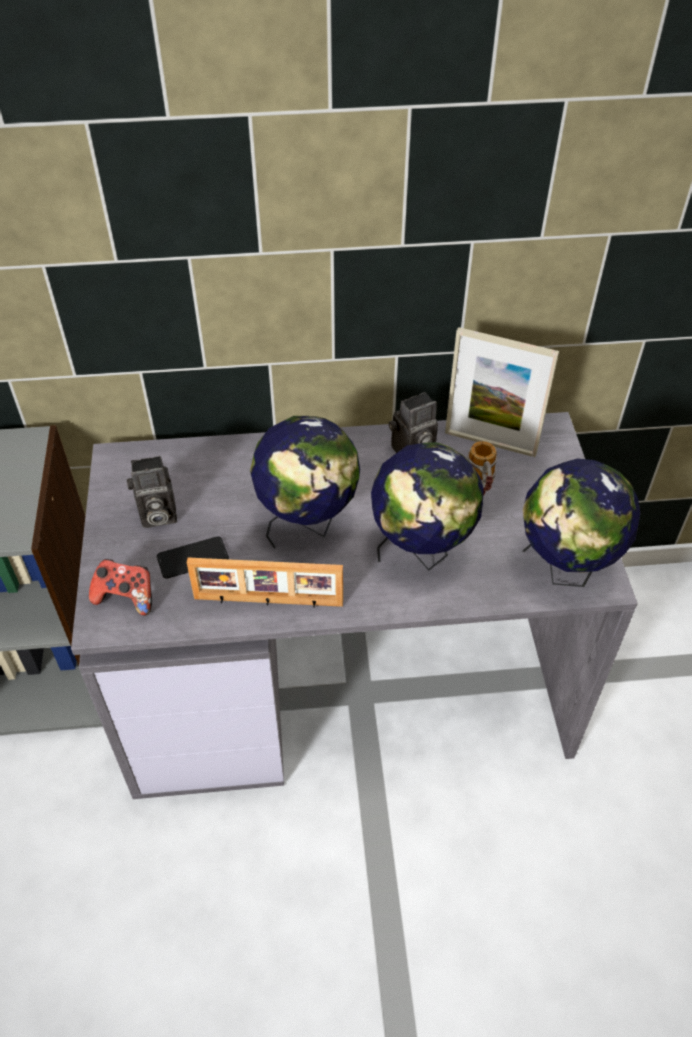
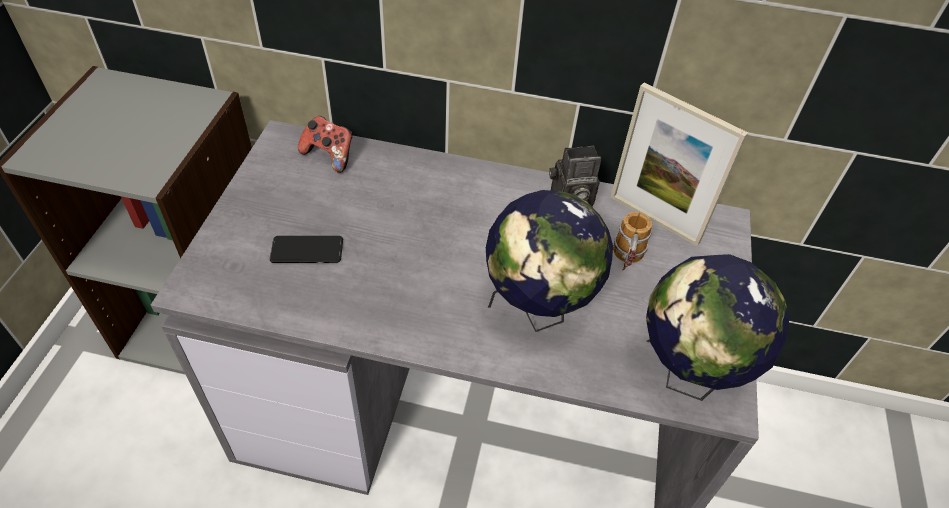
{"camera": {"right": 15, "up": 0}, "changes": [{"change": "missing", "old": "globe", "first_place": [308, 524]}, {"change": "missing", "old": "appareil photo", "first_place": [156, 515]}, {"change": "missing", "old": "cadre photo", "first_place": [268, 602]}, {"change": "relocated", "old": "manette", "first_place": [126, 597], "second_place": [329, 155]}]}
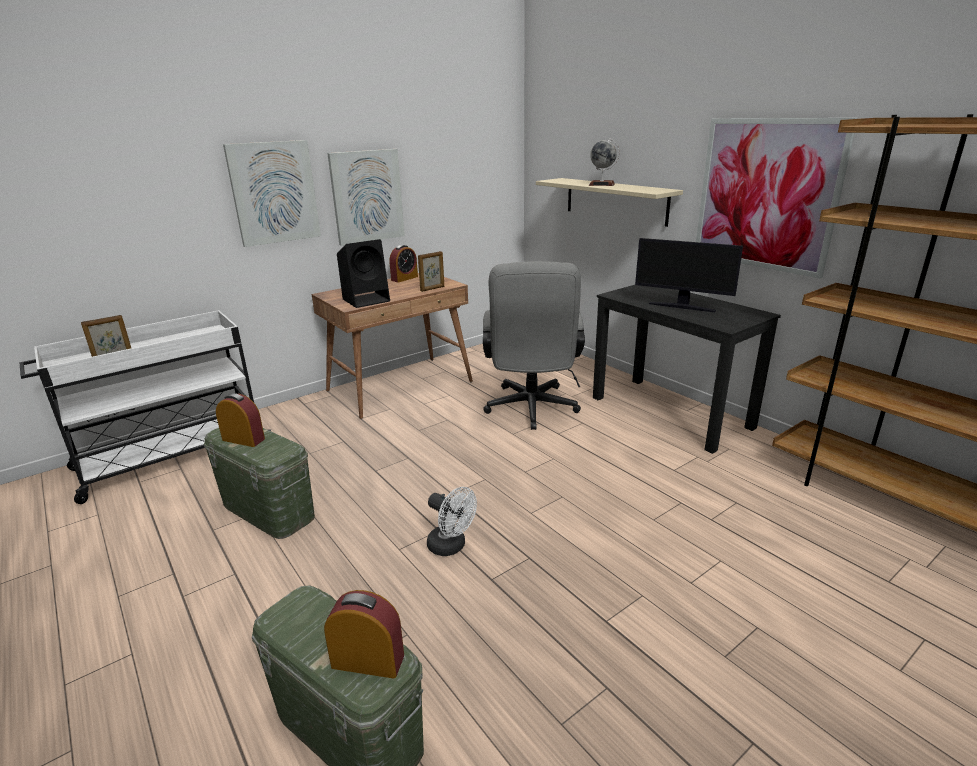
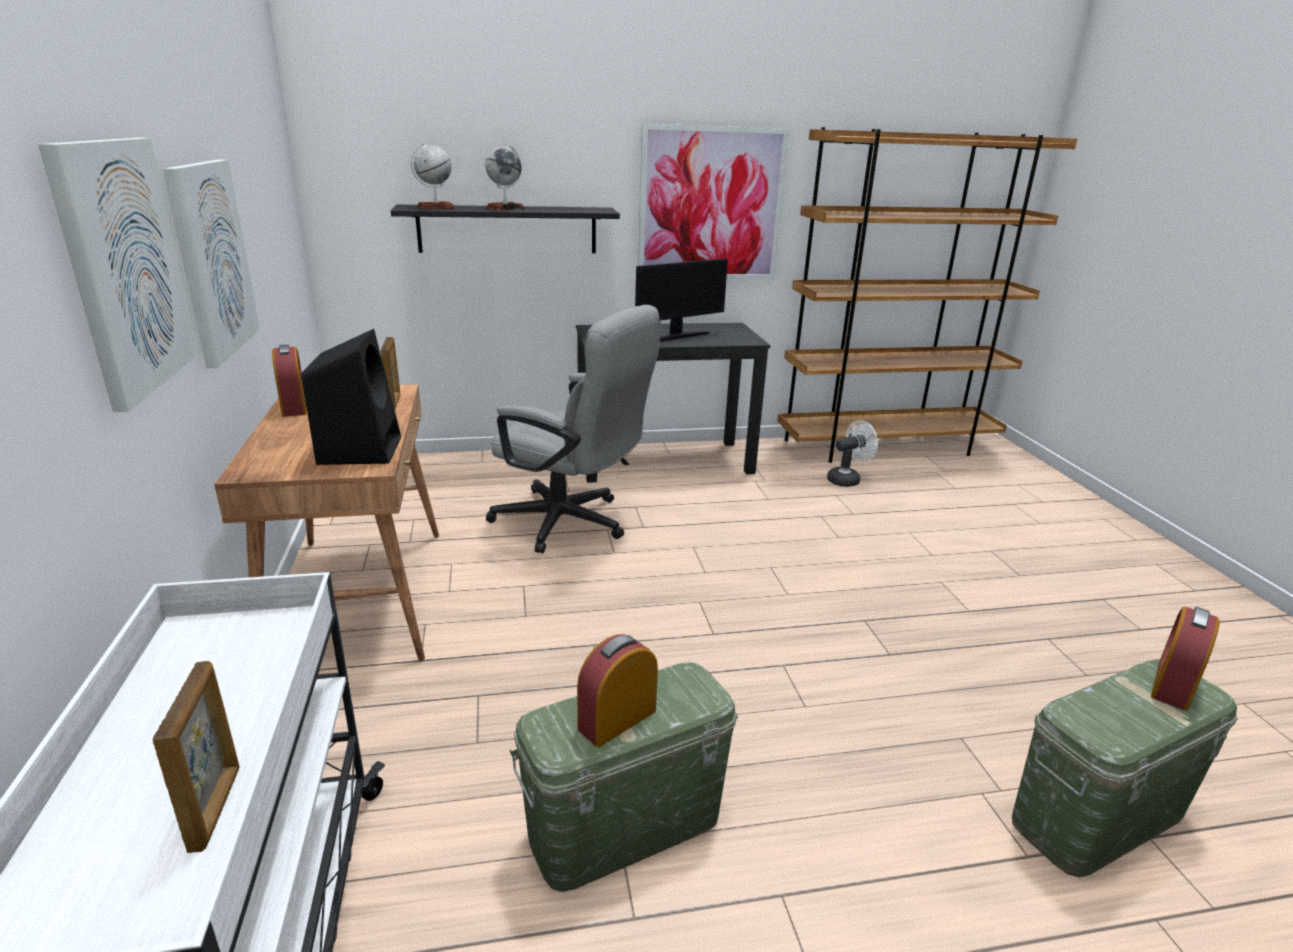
{"camera": {"right": -65, "up": 0}, "changes": [{"change": "colour", "old": "étagère/beige", "new": "étagère/noir", "first_place": [615, 200], "second_place": [508, 229]}, {"change": "relocated", "old": "ventilateur/blanc", "first_place": [451, 546], "second_place": [847, 479]}, {"change": "appeared", "new": "globe", "second_place": [435, 207]}]}
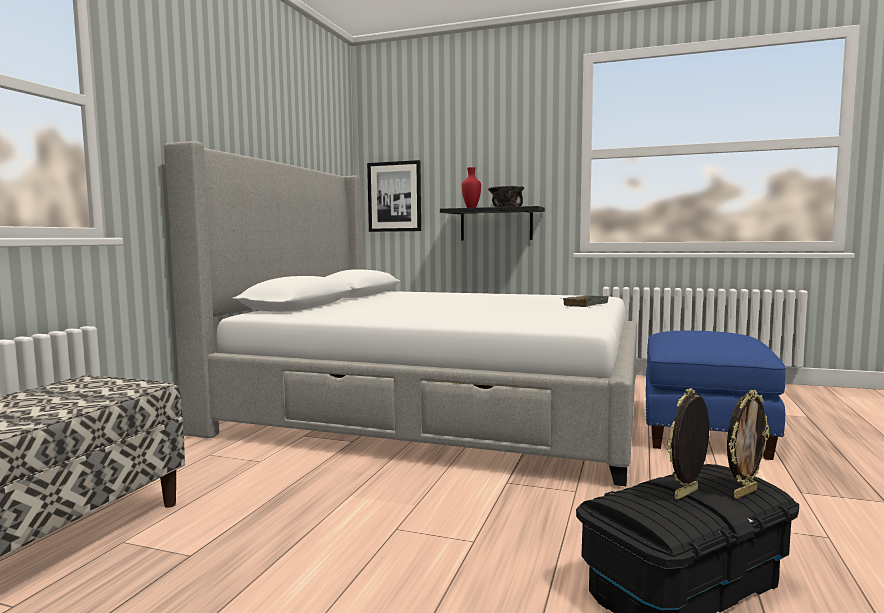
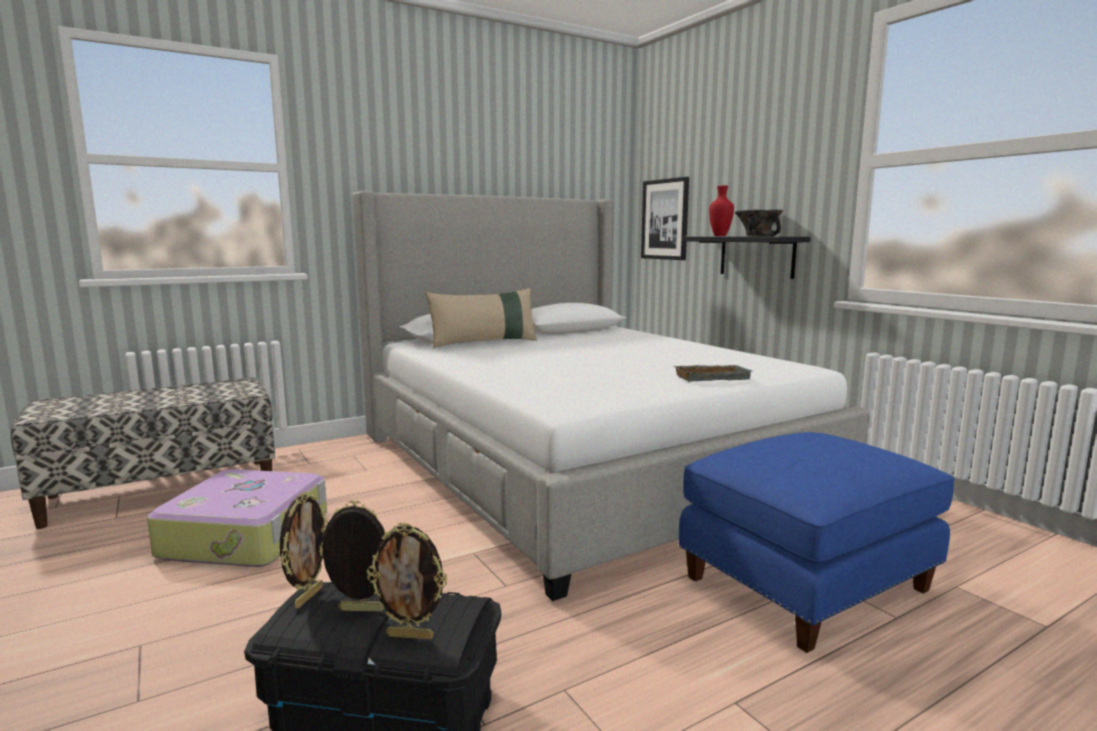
{"camera": {"right": 40, "up": 5}, "changes": [{"change": "appeared", "new": "coussin/beige", "second_place": [484, 343]}, {"change": "appeared", "new": "valise", "second_place": [249, 535]}, {"change": "appeared", "new": "cadre photo", "second_place": [308, 597]}]}
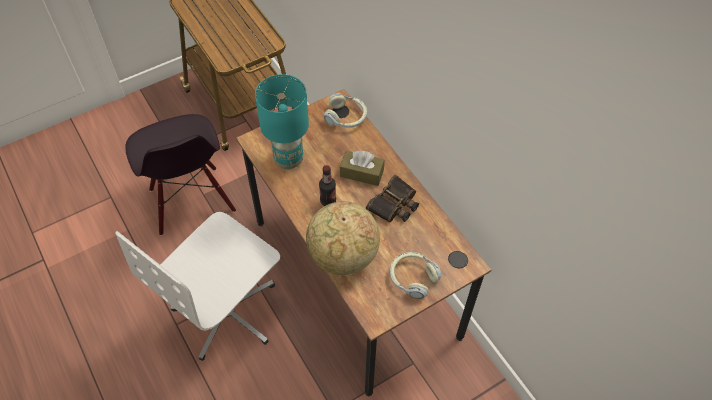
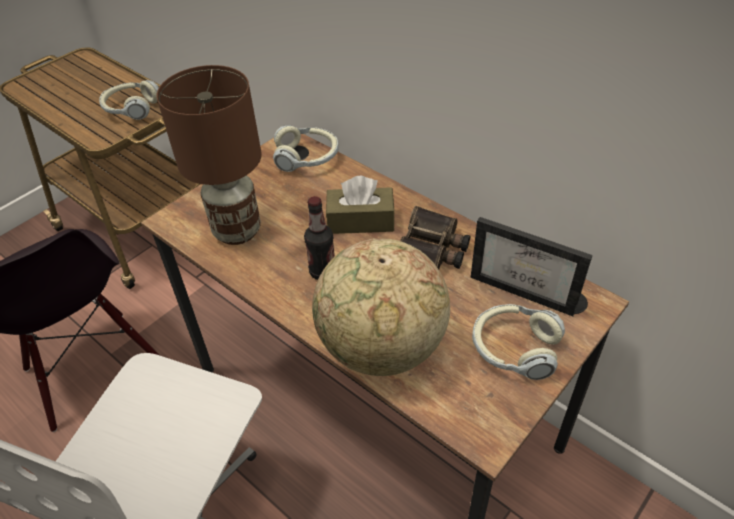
{"camera": {"right": -15, "up": -10}, "changes": [{"change": "colour", "old": "lampe de table/turquoise", "new": "lampe de table/marron", "first_place": [289, 159], "second_place": [238, 230]}, {"change": "appeared", "new": "casque audio", "second_place": [131, 108]}, {"change": "appeared", "new": "cadre photo", "second_place": [527, 288]}]}
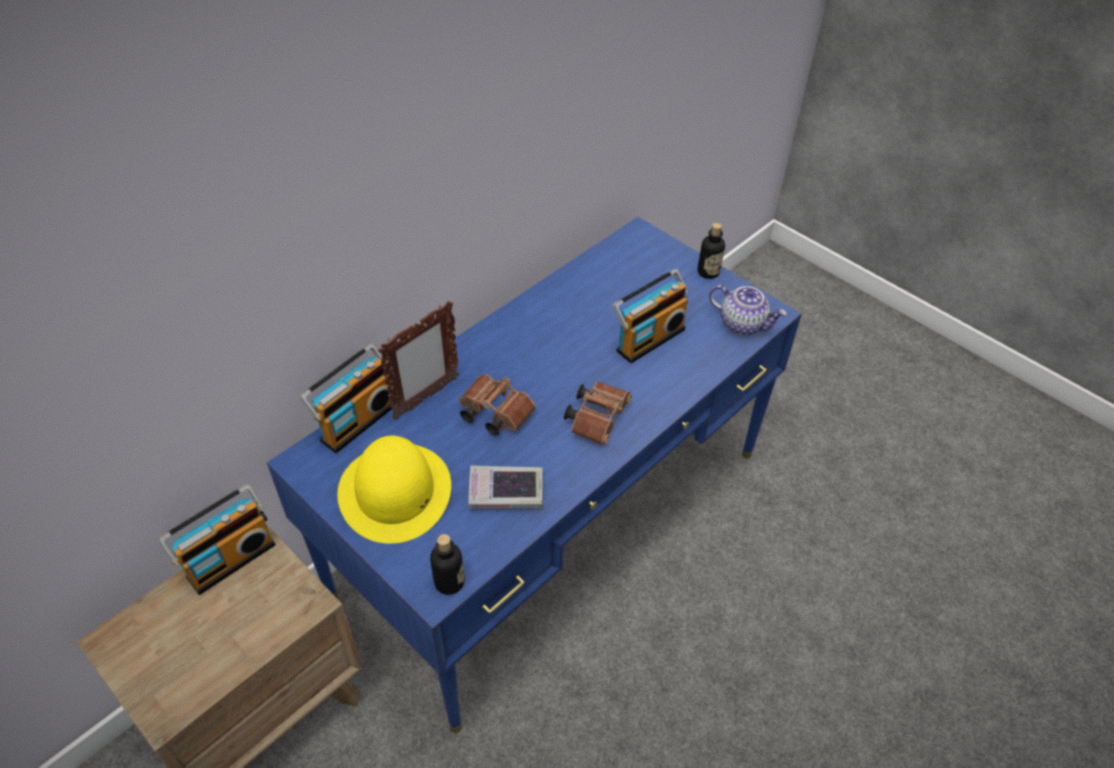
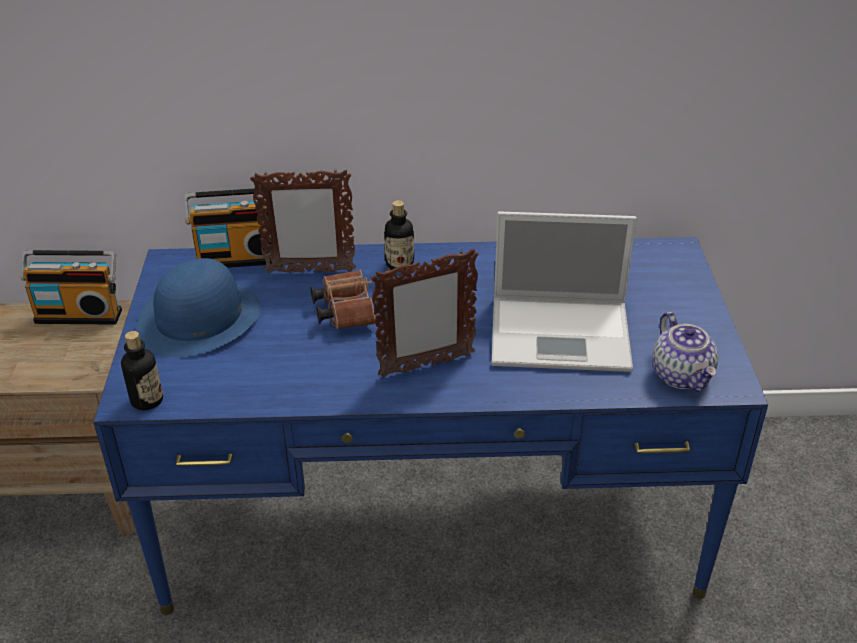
{"camera": {"right": 45, "up": -10}, "changes": [{"change": "relocated", "old": "bouteille", "first_place": [708, 272], "second_place": [399, 264]}, {"change": "exchanged", "old": "radio", "new": "ordinateur portable", "first_place": [648, 338], "second_place": [563, 334]}, {"change": "exchanged", "old": "jumelles/marron", "new": "cadre photo", "first_place": [598, 418], "second_place": [425, 365]}, {"change": "colour", "old": "chapeau/jaune", "new": "chapeau/bleu", "first_place": [395, 491], "second_place": [199, 318]}, {"change": "missing", "old": "livre", "first_place": [506, 492]}]}
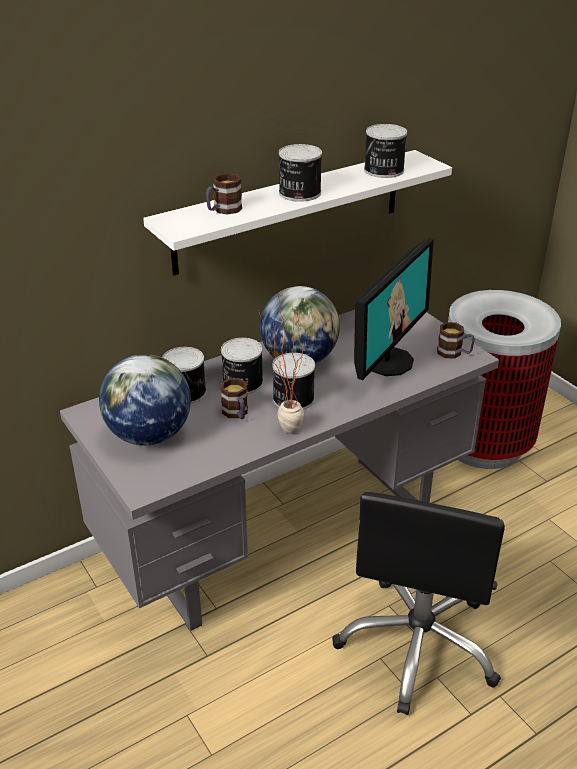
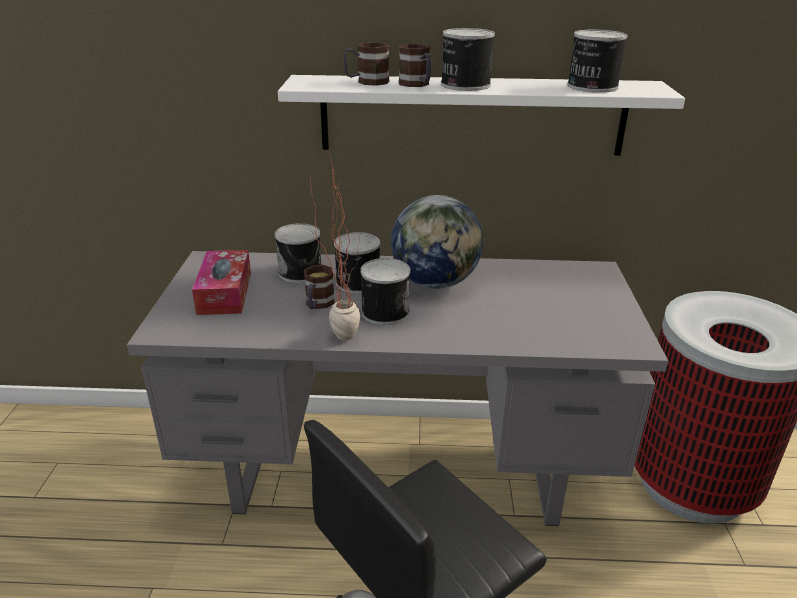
{"camera": {"right": 35, "up": -5}, "changes": [{"change": "missing", "old": "écran d'ordinateur", "first_place": [388, 361]}, {"change": "relocated", "old": "mug", "first_place": [454, 353], "second_place": [417, 85]}, {"change": "exchanged", "old": "globe", "new": "boîte à mouchoirs", "first_place": [149, 435], "second_place": [225, 293]}]}
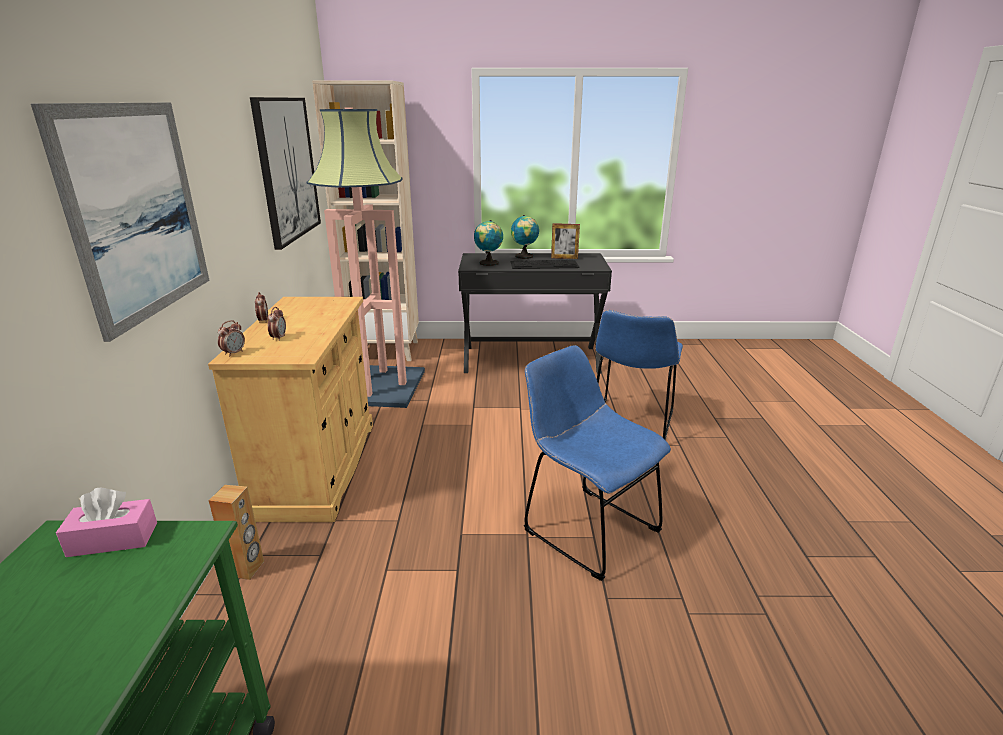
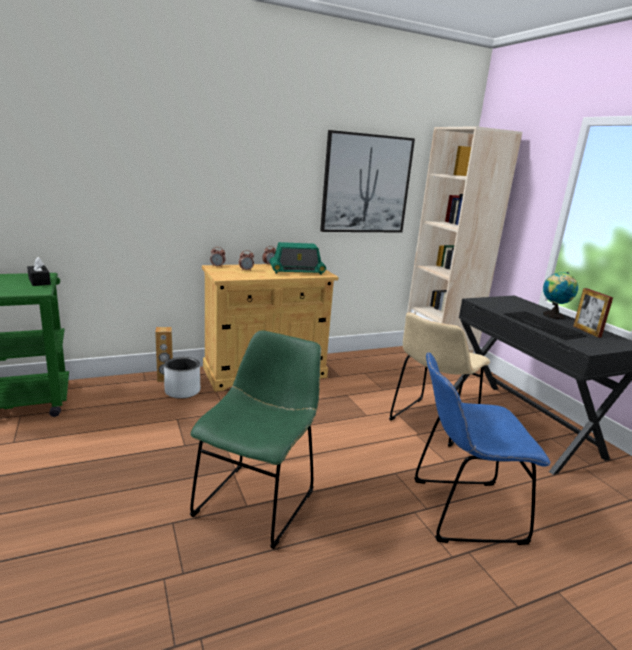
{"camera": {"right": 65, "up": -5}, "changes": [{"change": "missing", "old": "tableau", "first_place": [137, 212]}, {"change": "missing", "old": "lampadaire", "first_place": [375, 386]}, {"change": "missing", "old": "globe", "first_place": [488, 263]}, {"change": "colour", "old": "chaise/bleu", "new": "chaise/vert", "first_place": [586, 527], "second_place": [258, 499]}, {"change": "colour", "old": "boîte à mouchoirs/rose", "new": "boîte à mouchoirs/noir", "first_place": [113, 539], "second_place": [39, 281]}, {"change": "appeared", "new": "radio", "second_place": [297, 271]}, {"change": "appeared", "new": "chaise/beige", "second_place": [431, 423]}, {"change": "appeared", "new": "cache-pot/gris", "second_place": [182, 391]}]}
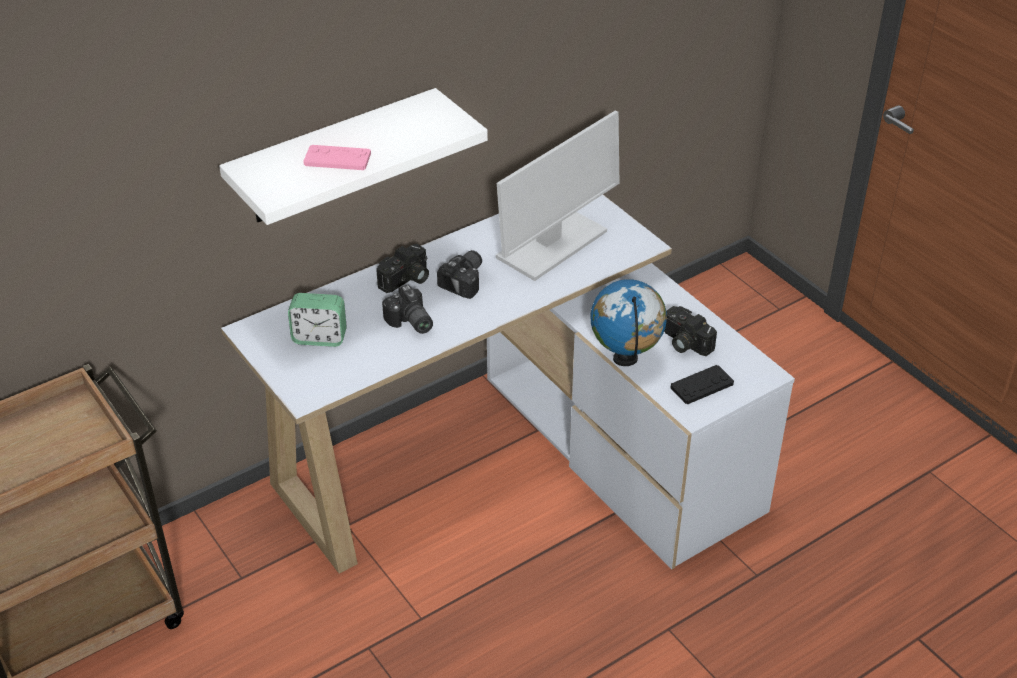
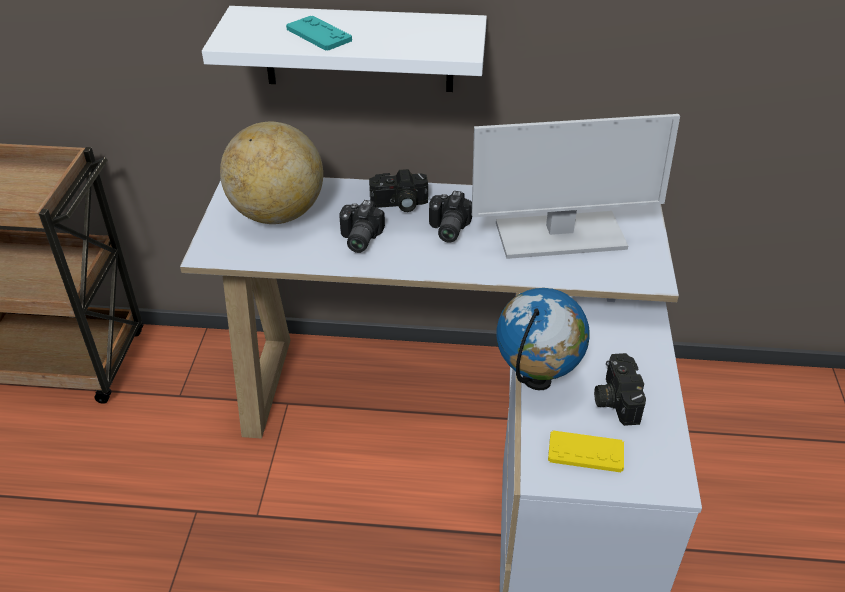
{"camera": {"right": 40, "up": 0}, "changes": [{"change": "colour", "old": "manette/rose", "new": "manette/turquoise", "first_place": [337, 159], "second_place": [319, 35]}, {"change": "spun", "old": "appareil photo", "first_place": [466, 281], "second_place": [447, 229], "degrees": 120}, {"change": "exchanged", "old": "réveil", "new": "globe", "first_place": [319, 338], "second_place": [277, 214]}, {"change": "colour", "old": "manette/noir", "new": "manette/jaune", "first_place": [702, 385], "second_place": [585, 452]}]}
